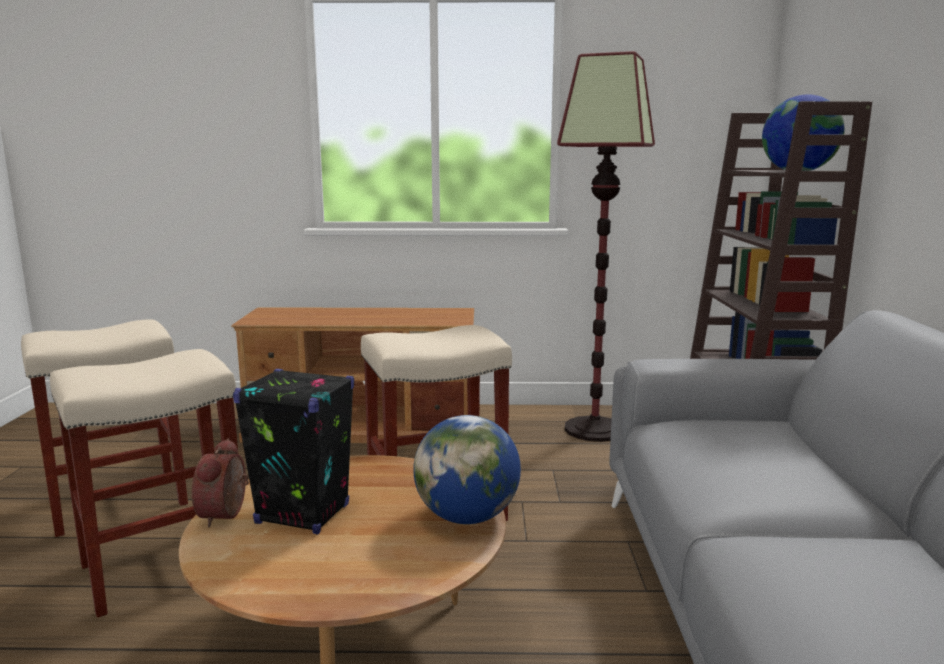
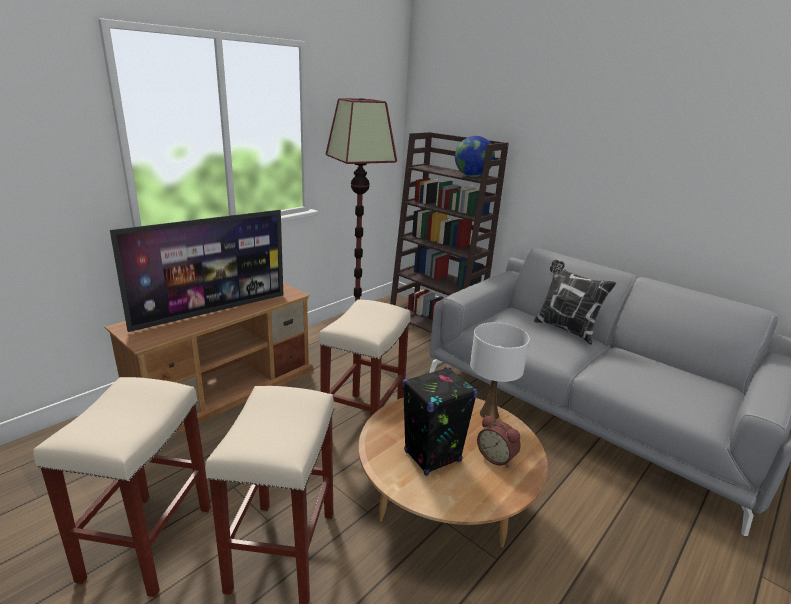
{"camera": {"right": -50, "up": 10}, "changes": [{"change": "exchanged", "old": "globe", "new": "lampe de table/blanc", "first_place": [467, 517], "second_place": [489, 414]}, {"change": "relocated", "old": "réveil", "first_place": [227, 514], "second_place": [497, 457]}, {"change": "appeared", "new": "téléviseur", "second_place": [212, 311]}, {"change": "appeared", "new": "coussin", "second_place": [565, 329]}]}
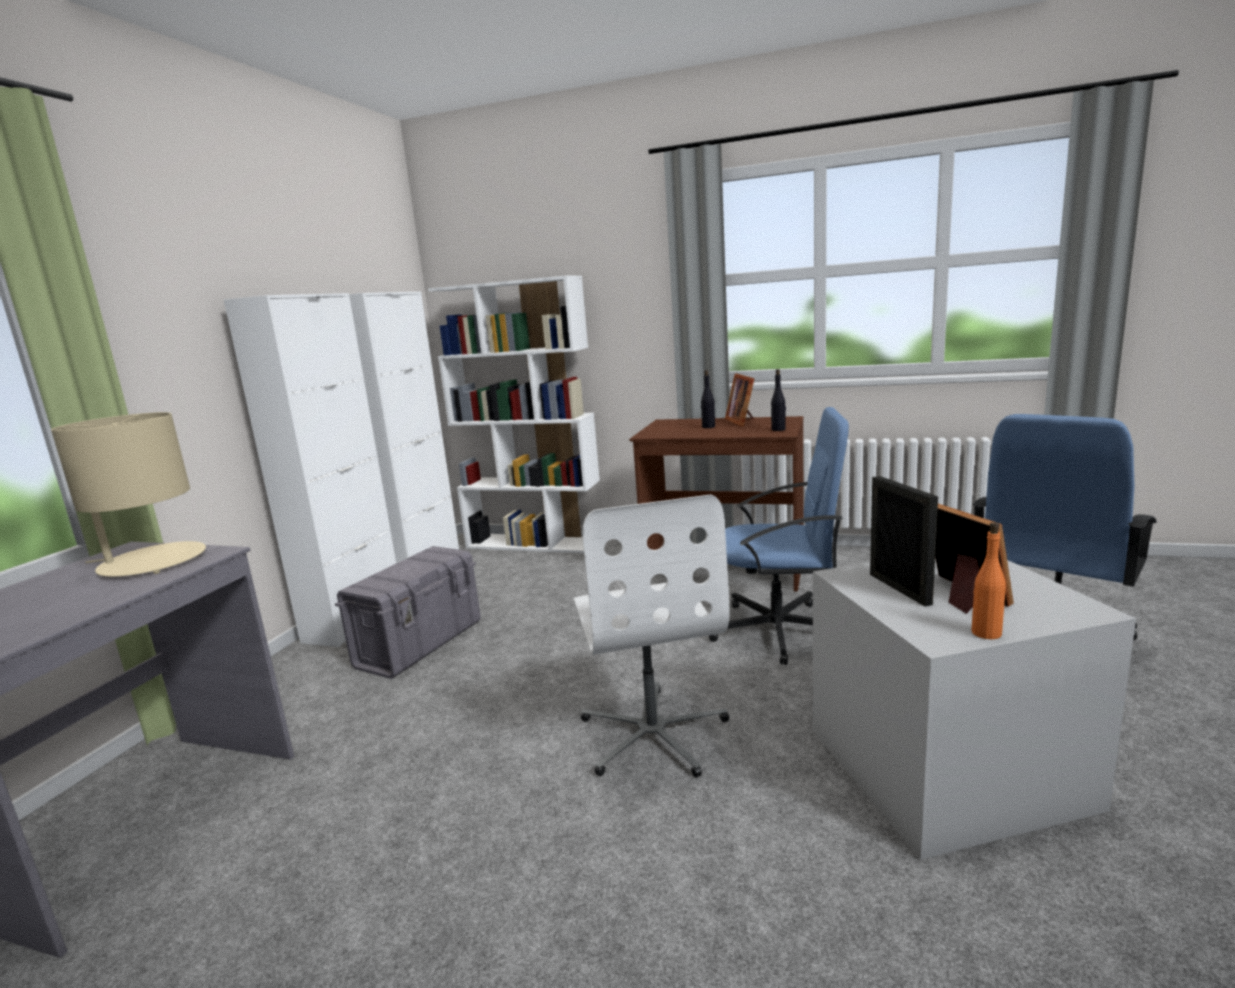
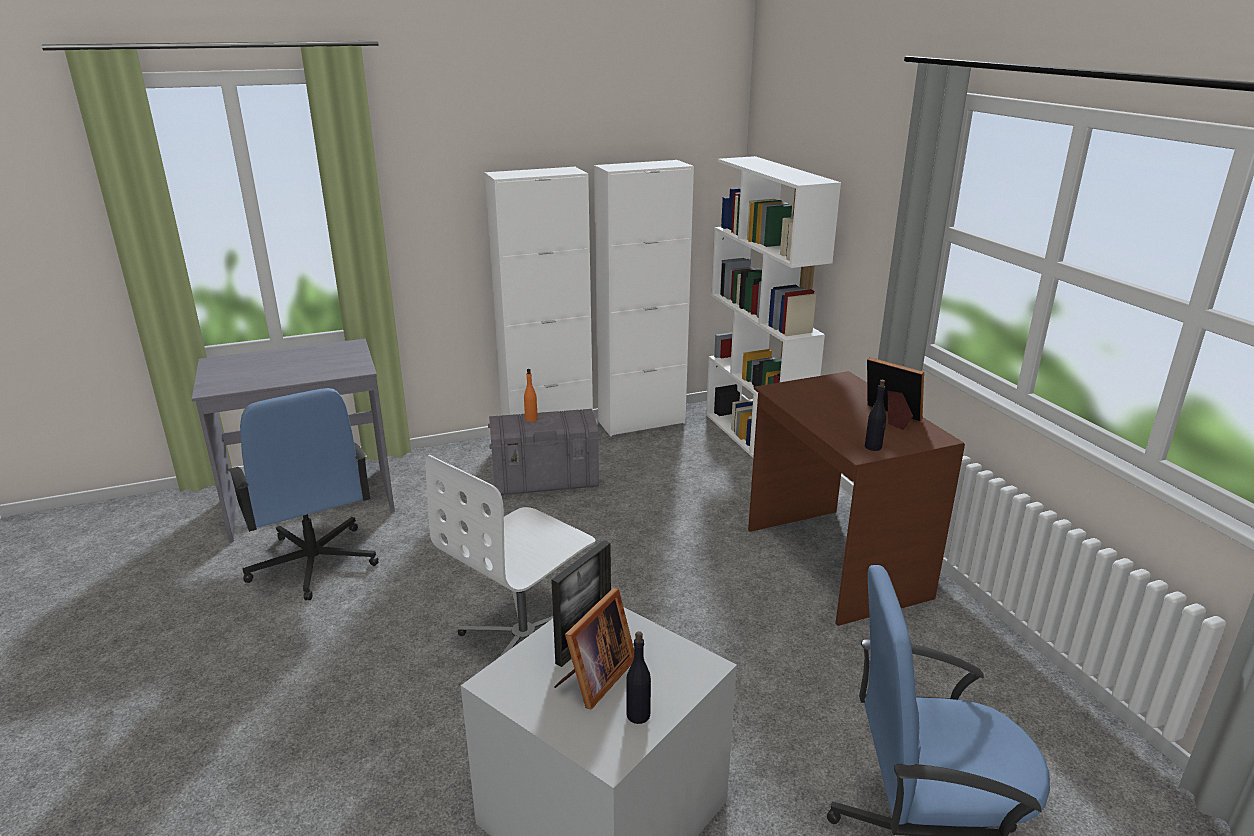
{"camera": {"right": 50, "up": 10}, "changes": [{"change": "relocated", "old": "bouteille/noir", "first_place": [708, 427], "second_place": [638, 715]}, {"change": "spun", "old": "cadre photo", "first_place": [743, 421], "second_place": [891, 417], "degrees": 90}, {"change": "relocated", "old": "chaise de bureau/bleu", "first_place": [779, 630], "second_place": [313, 563]}, {"change": "missing", "old": "lampe de table/beige", "first_place": [151, 562]}, {"change": "relocated", "old": "bouteille/orange", "first_place": [986, 633], "second_place": [531, 419]}]}
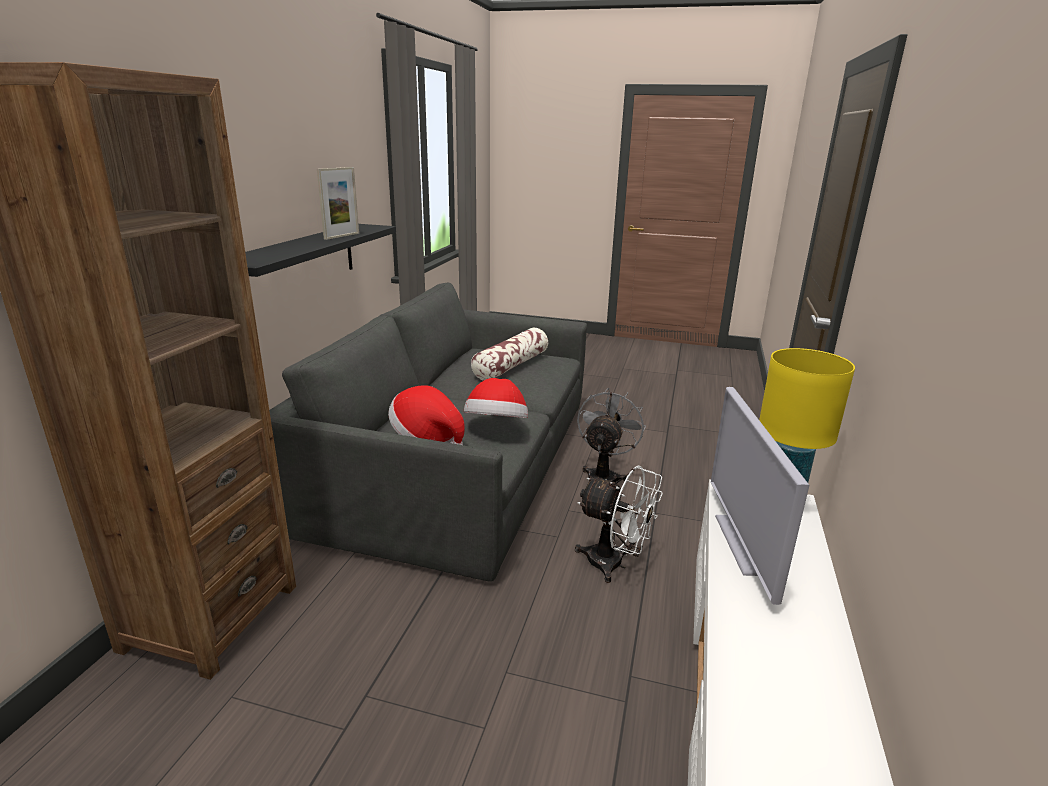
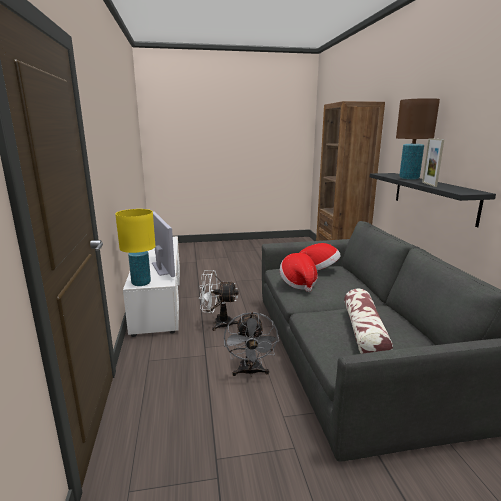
{"camera": {"right": 155, "up": -5}, "changes": [{"change": "appeared", "new": "lampe de table/marron", "second_place": [409, 178]}]}
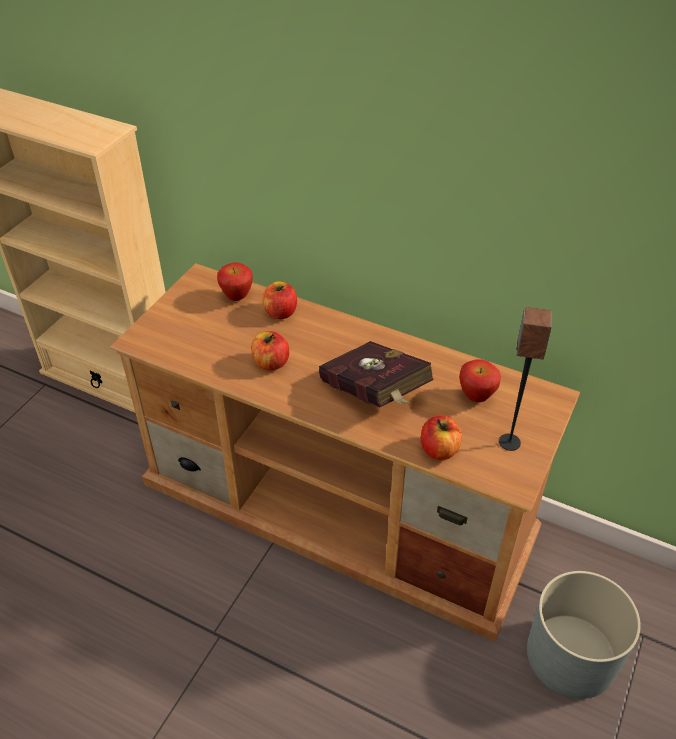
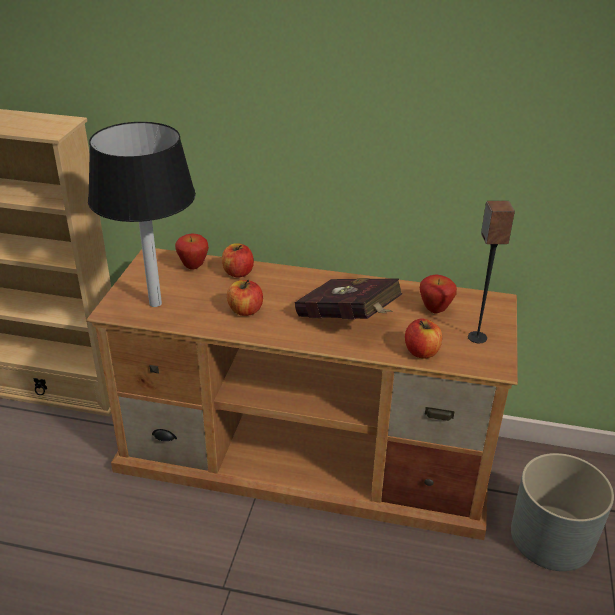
{"camera": {"right": -15, "up": -10}, "changes": [{"change": "appeared", "new": "lampe de table/noir", "second_place": [155, 303]}]}
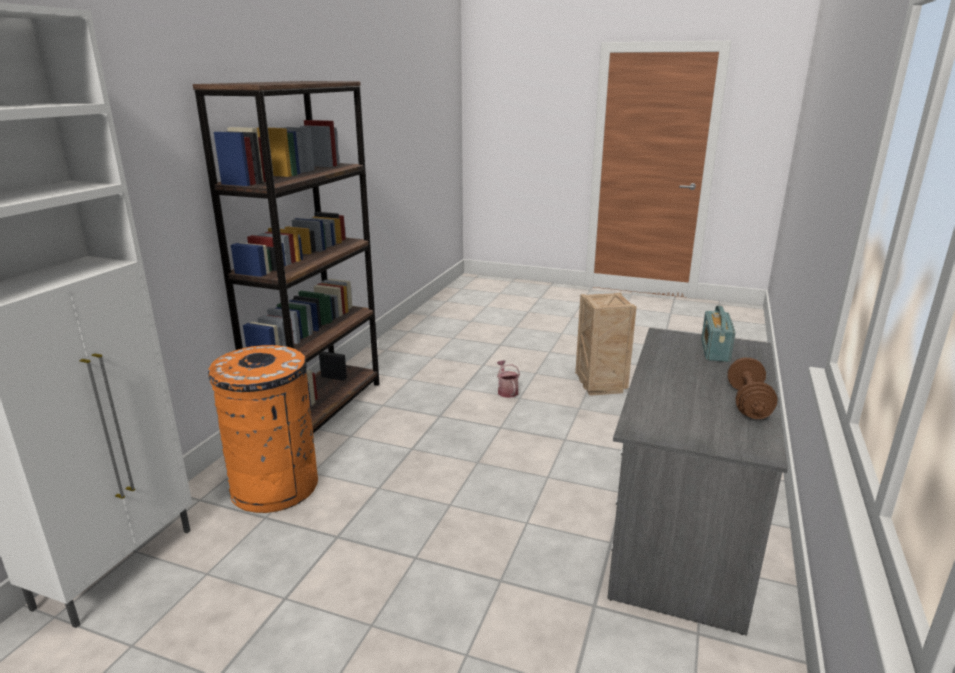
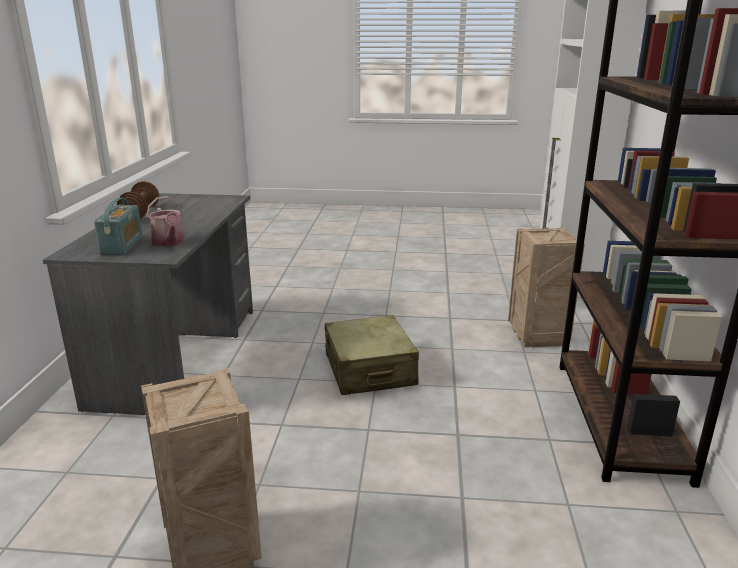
{"camera": {"right": 165, "up": 0}, "changes": [{"change": "exchanged", "old": "poubelle/orange", "new": "caisse", "first_place": [275, 487], "second_place": [538, 337]}, {"change": "relocated", "old": "arrosoir", "first_place": [507, 391], "second_place": [169, 242]}, {"change": "appeared", "new": "valise/beige", "second_place": [369, 370]}]}
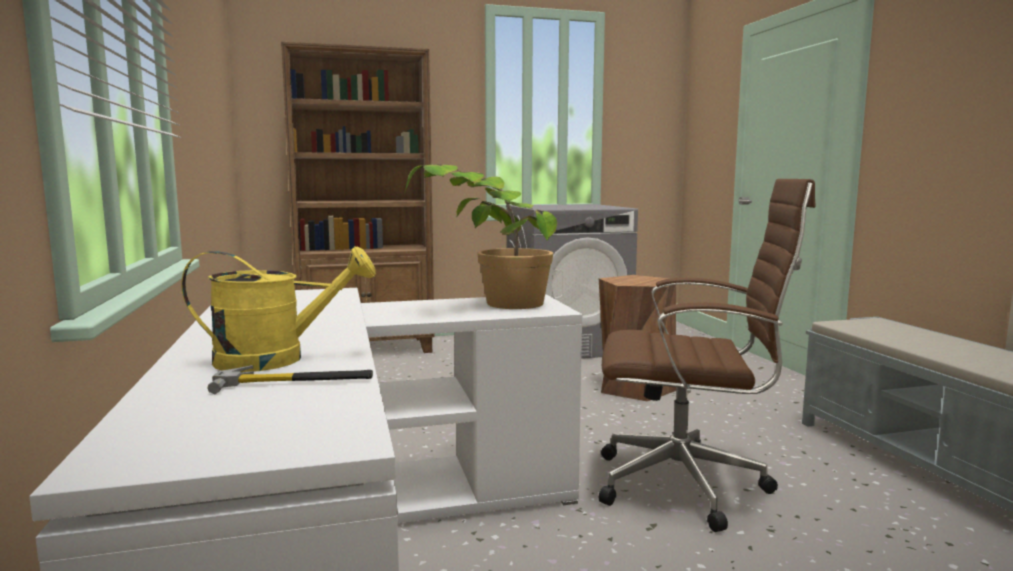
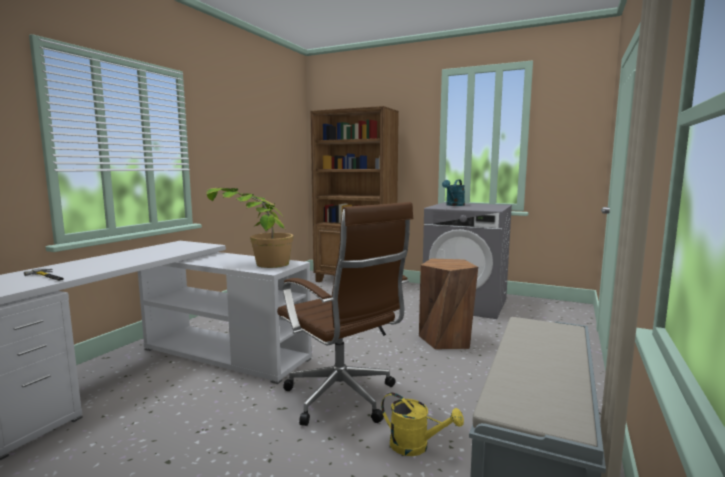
{"camera": {"right": 40, "up": 0}, "changes": [{"change": "relocated", "old": "arrosoir/jaune", "first_place": [276, 359], "second_place": [416, 446]}, {"change": "appeared", "new": "arrosoir/turquoise", "second_place": [454, 205]}]}
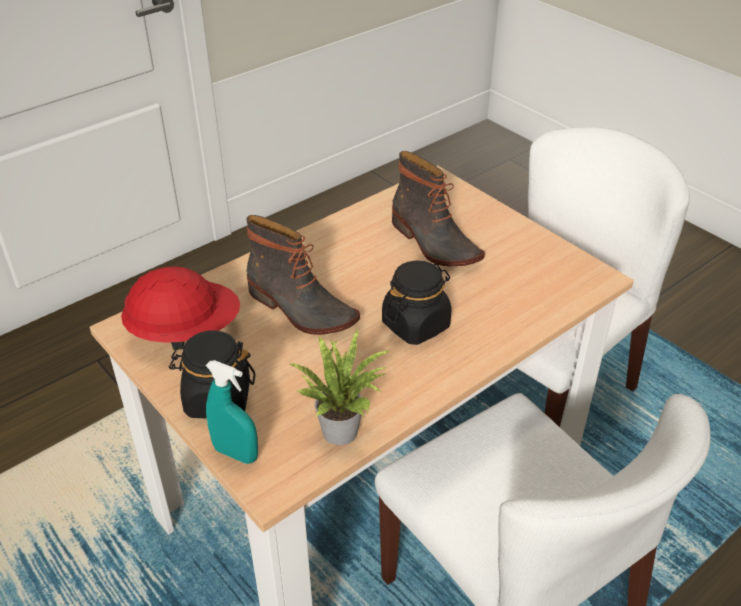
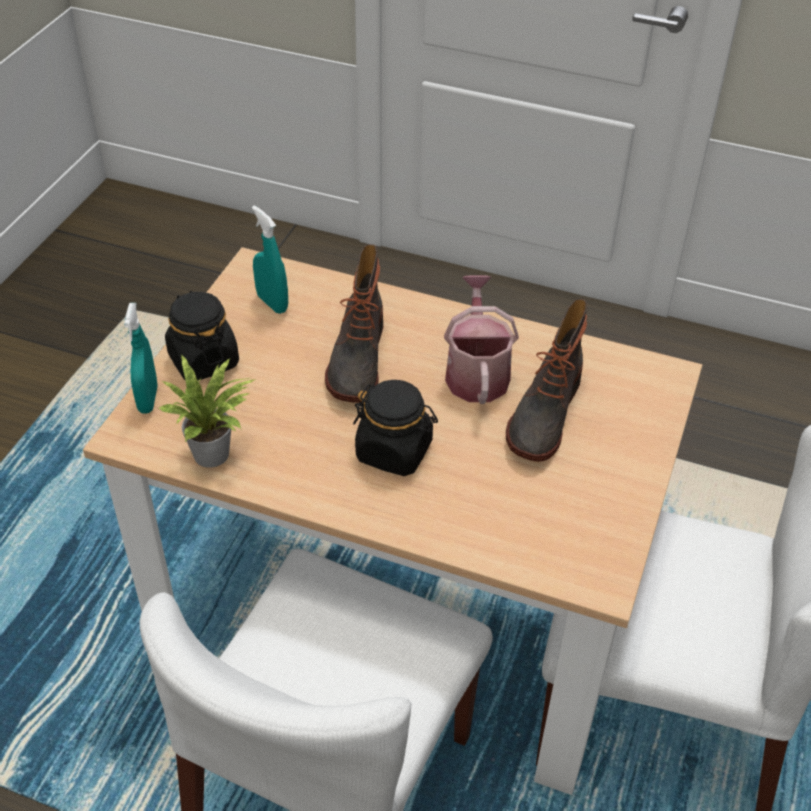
{"camera": {"right": 60, "up": 5}, "changes": [{"change": "exchanged", "old": "casque de chantier/rouge", "new": "vaporisateur/turquoise", "first_place": [185, 332], "second_place": [272, 303]}, {"change": "appeared", "new": "arrosoir", "second_place": [476, 372]}]}
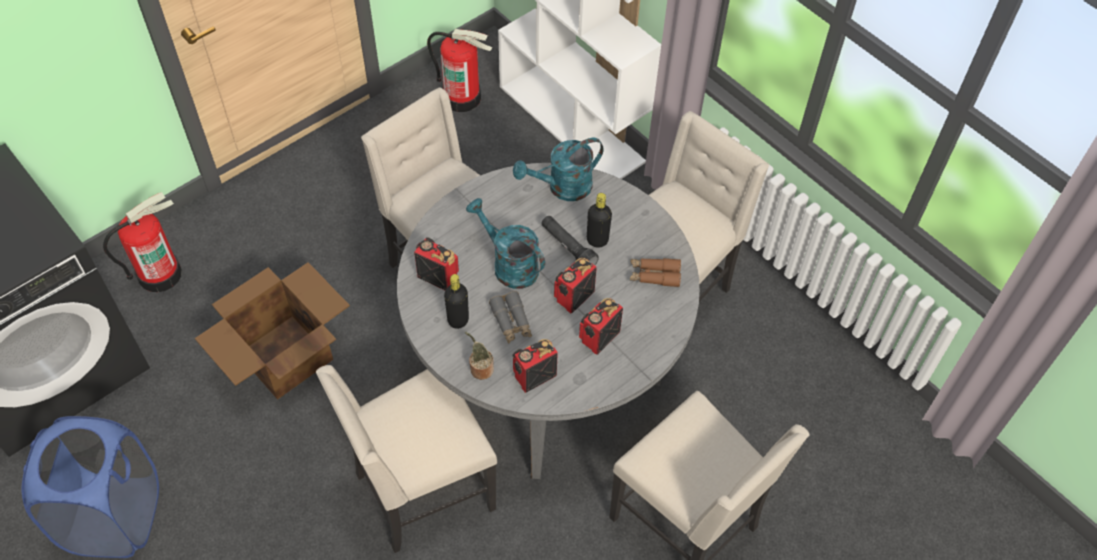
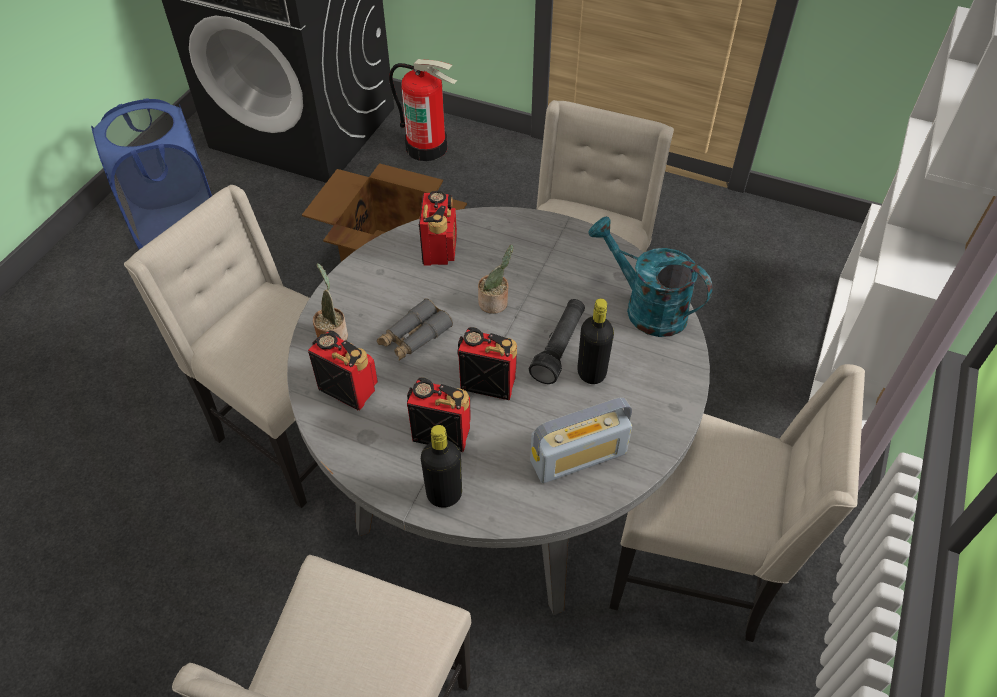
{"camera": {"right": 65, "up": -5}, "changes": [{"change": "missing", "old": "extincteur", "first_place": [462, 97]}, {"change": "exchanged", "old": "arrosoir/turquoise", "new": "plante en pot", "first_place": [509, 264], "second_place": [495, 303]}, {"change": "exchanged", "old": "jumelles/marron", "new": "radio", "first_place": [654, 275], "second_place": [578, 457]}, {"change": "relocated", "old": "bouteille/noir", "first_place": [458, 320], "second_place": [444, 494]}]}
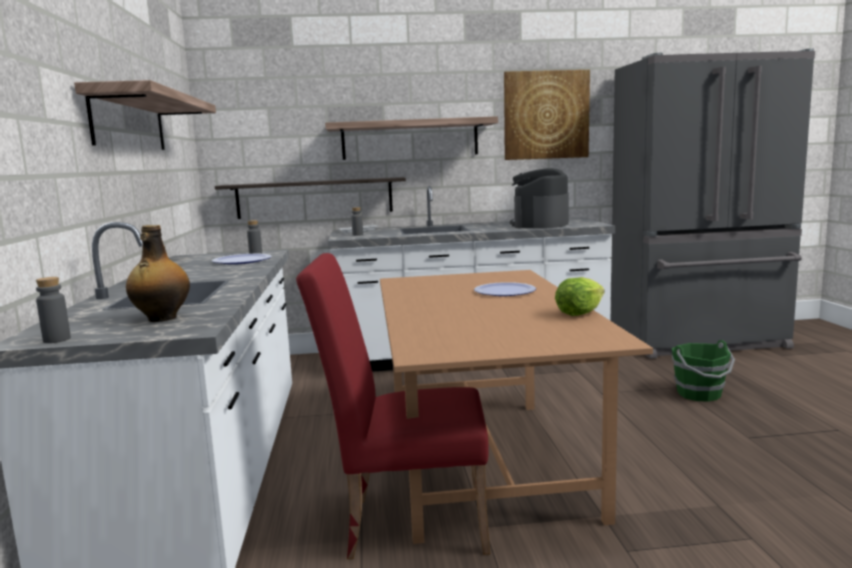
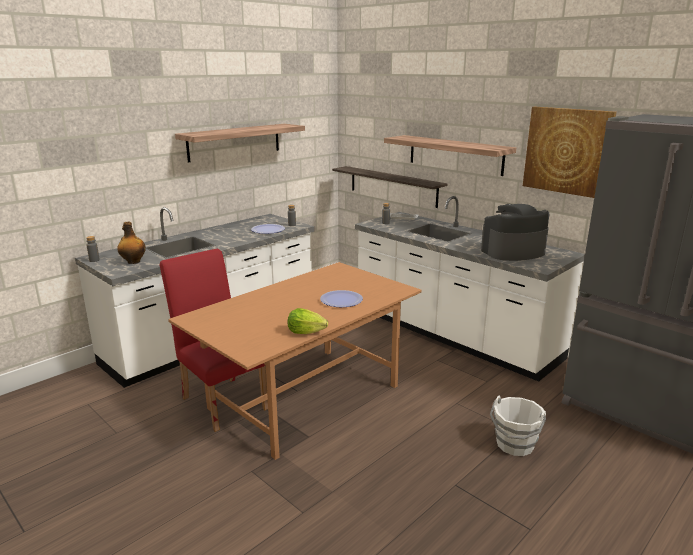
{"camera": {"right": 50, "up": 10}, "changes": [{"change": "colour", "old": "seau/vert", "new": "seau/blanc", "first_place": [700, 394], "second_place": [514, 445]}]}
